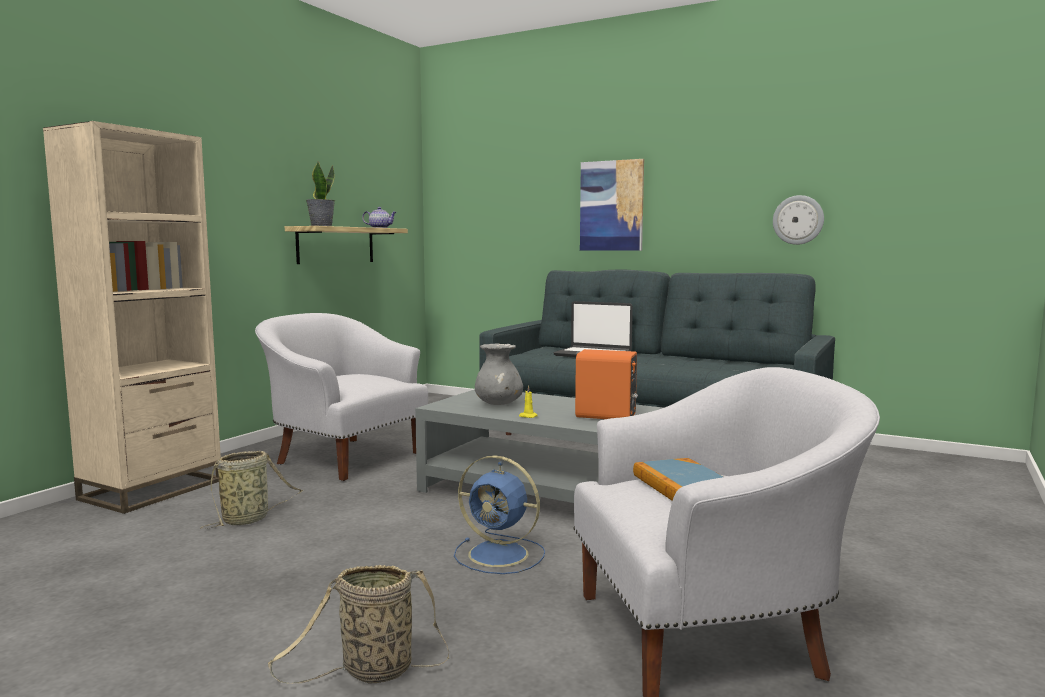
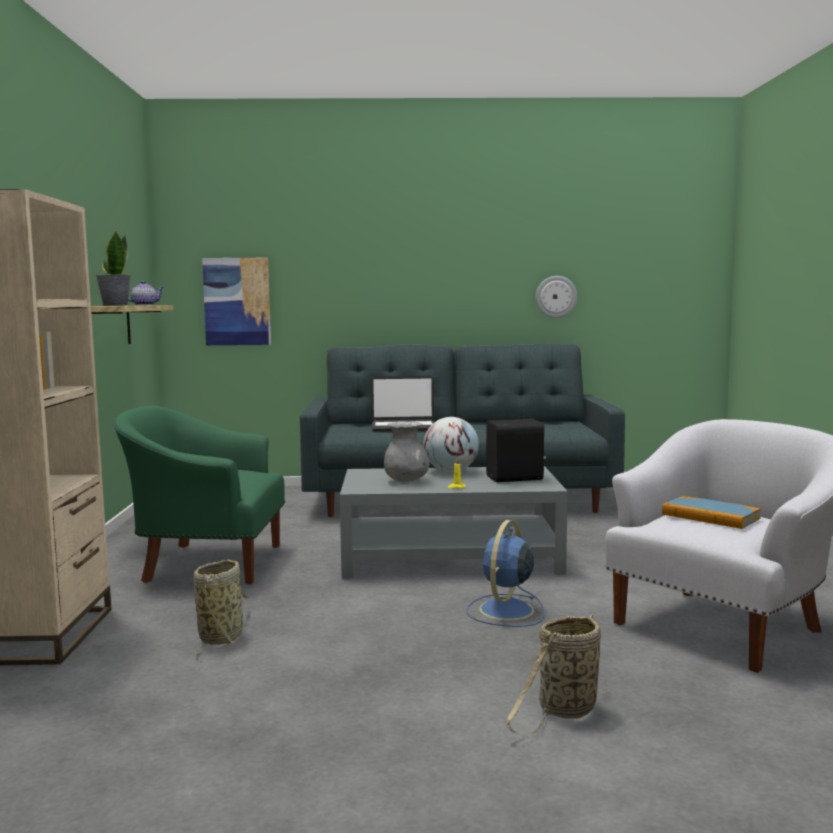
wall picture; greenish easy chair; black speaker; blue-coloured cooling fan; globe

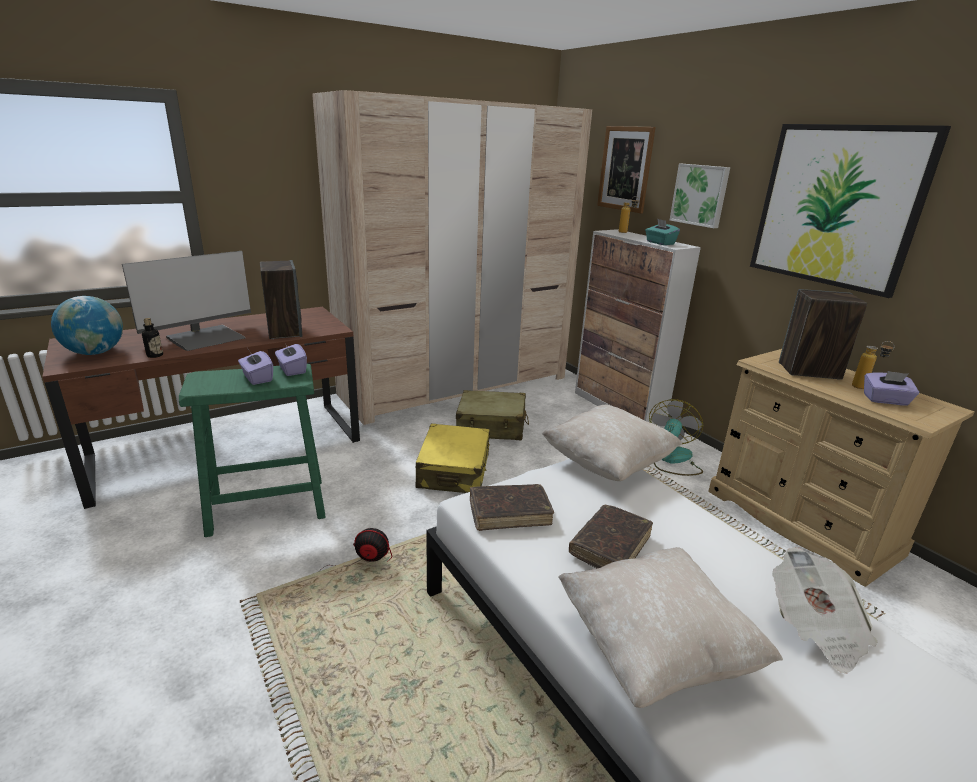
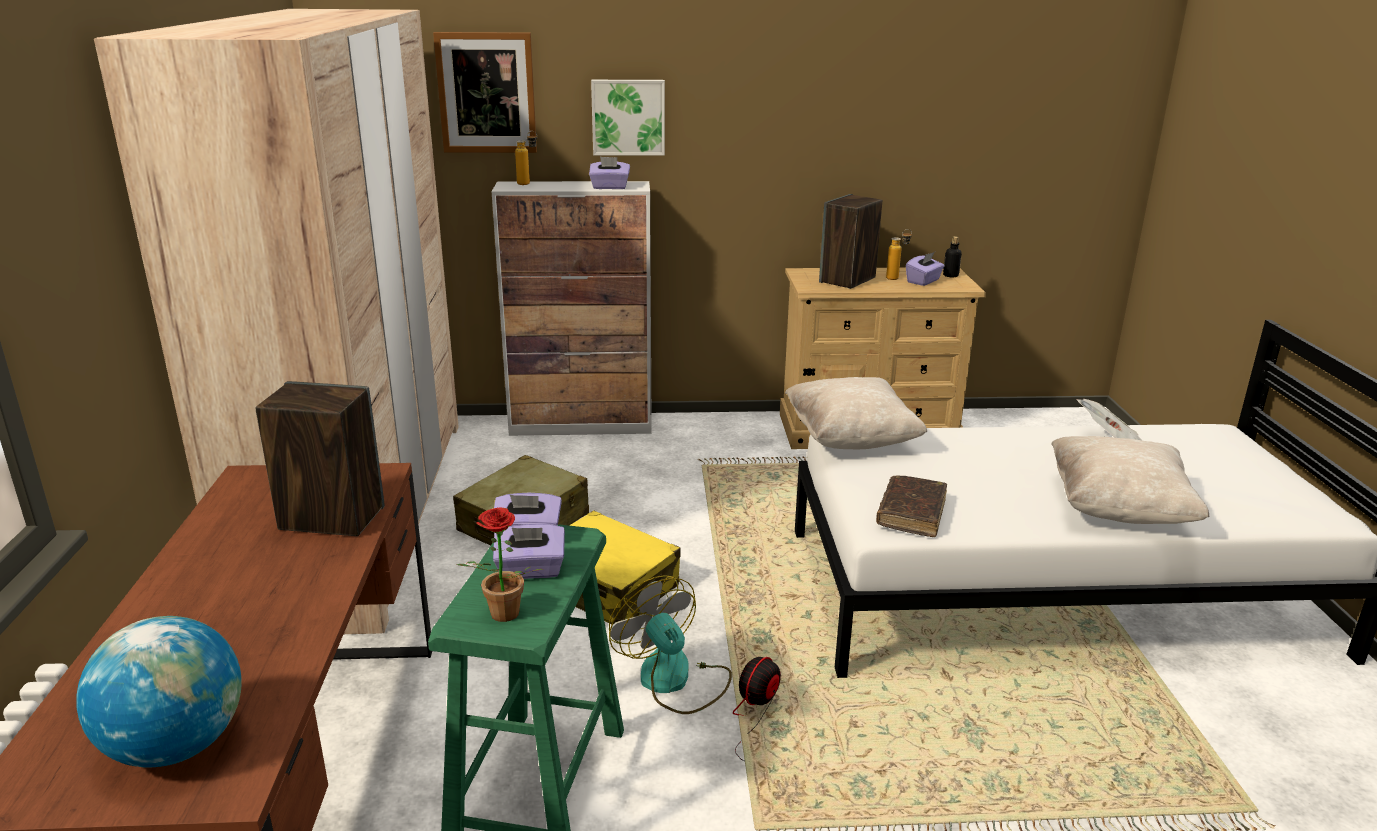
wall picture (no. 3 from left in the first image); purple-coloured tissue holder (no. 3 from left); computer display; drink bottle (no. 3 from left); cooling fan (no. 1 from left); brown-coloured bound book (no. 2 from left in the first image); houseplant

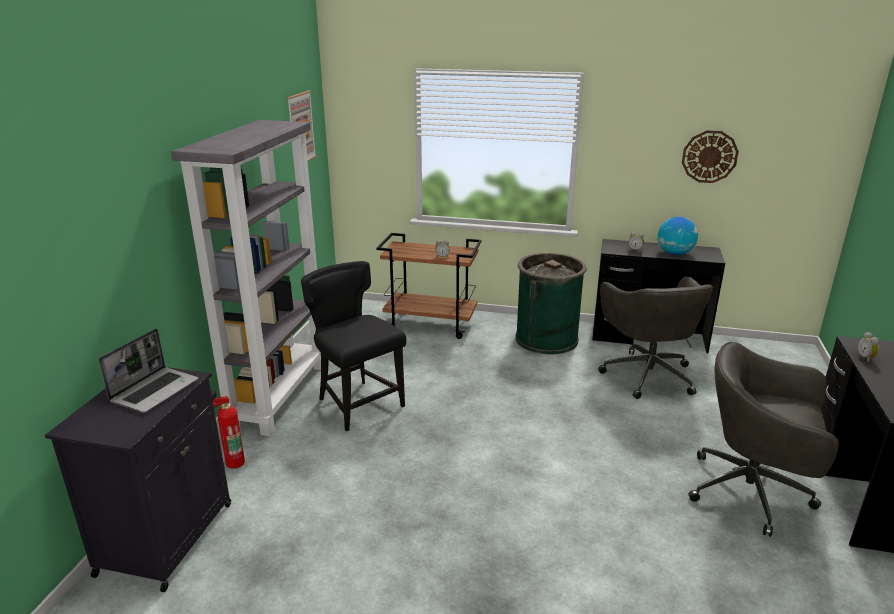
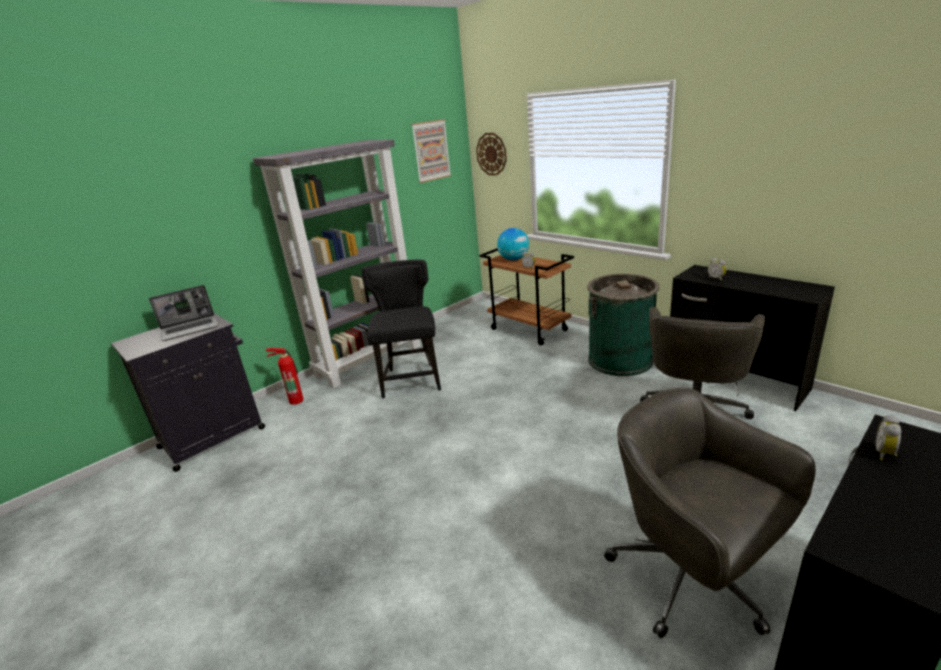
hanging clock; globe

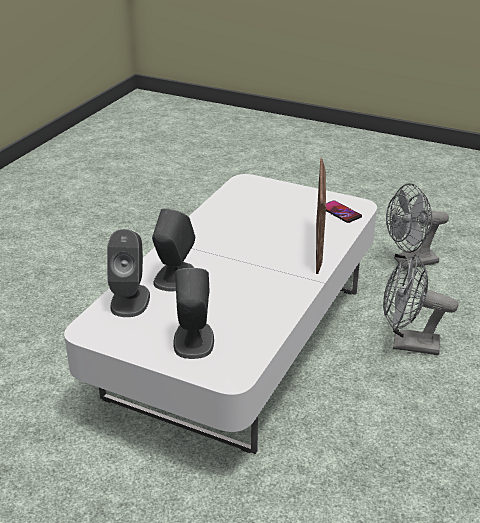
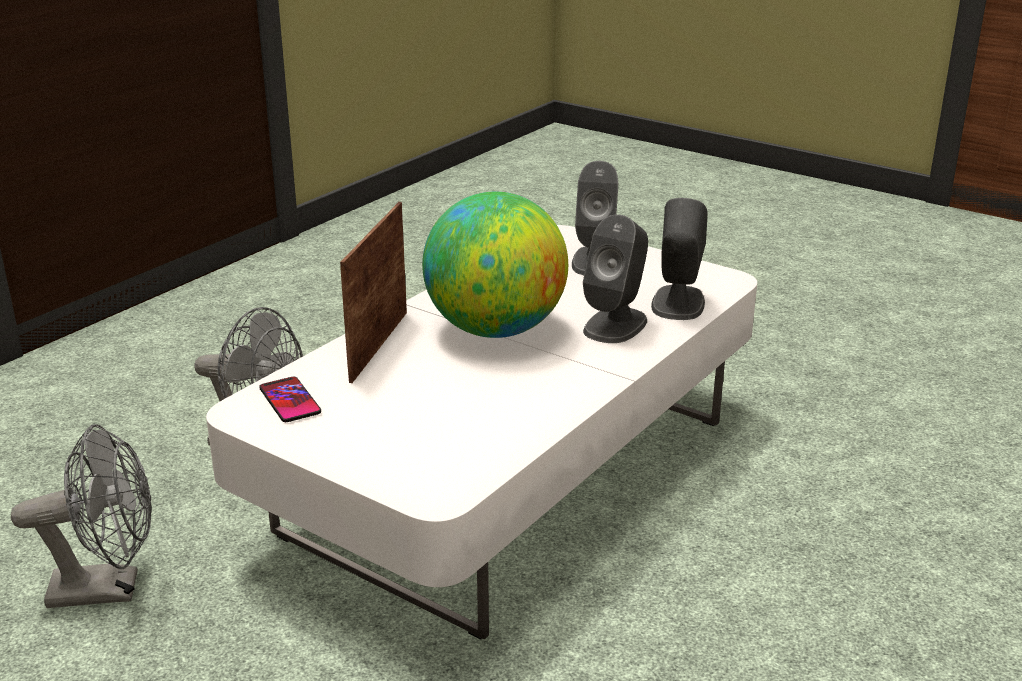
globe

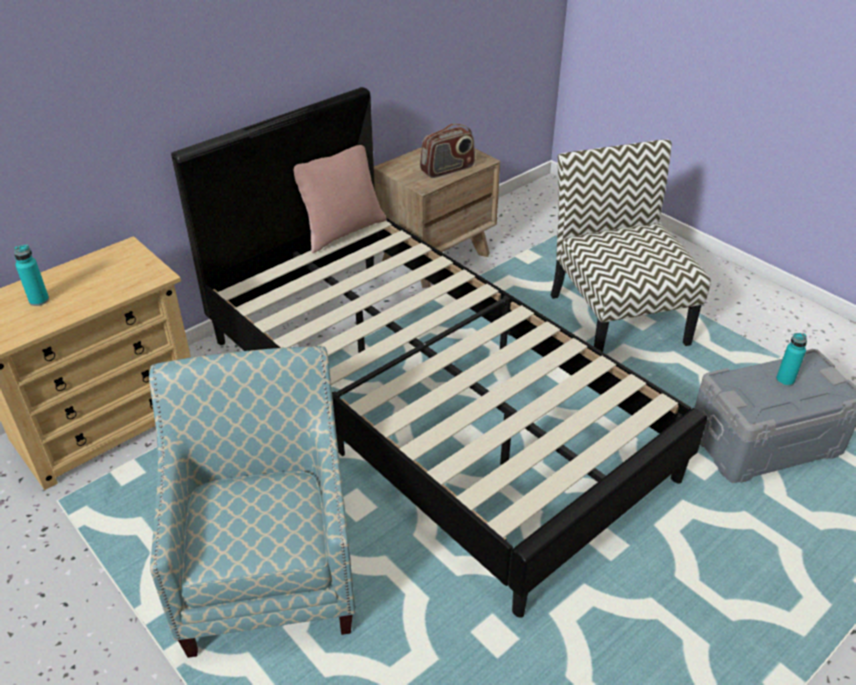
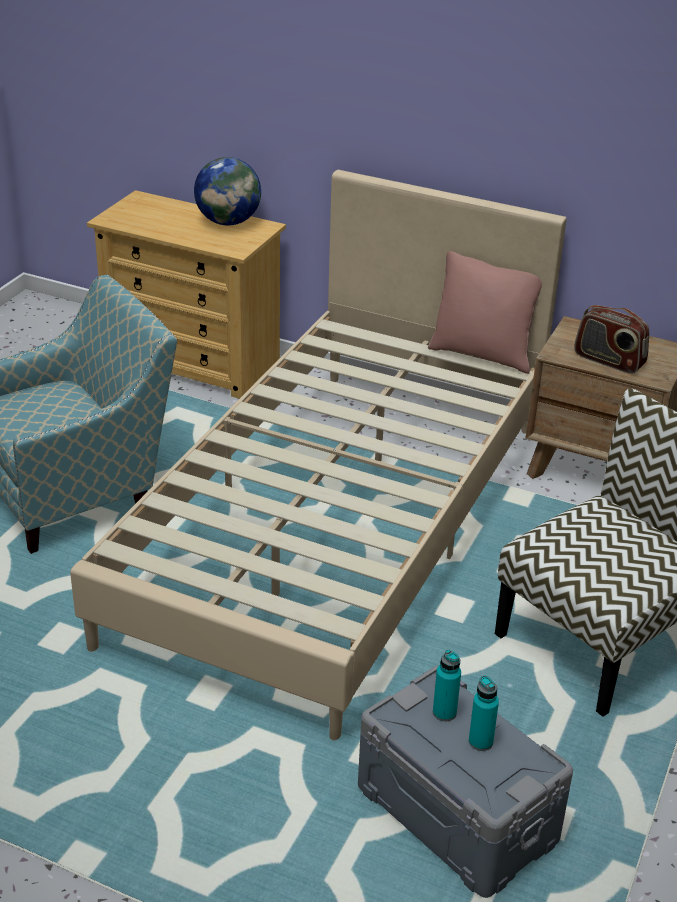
sand-coloured bedroom bed; turquoise-coloured drink bottle (no. 1 from left); globe

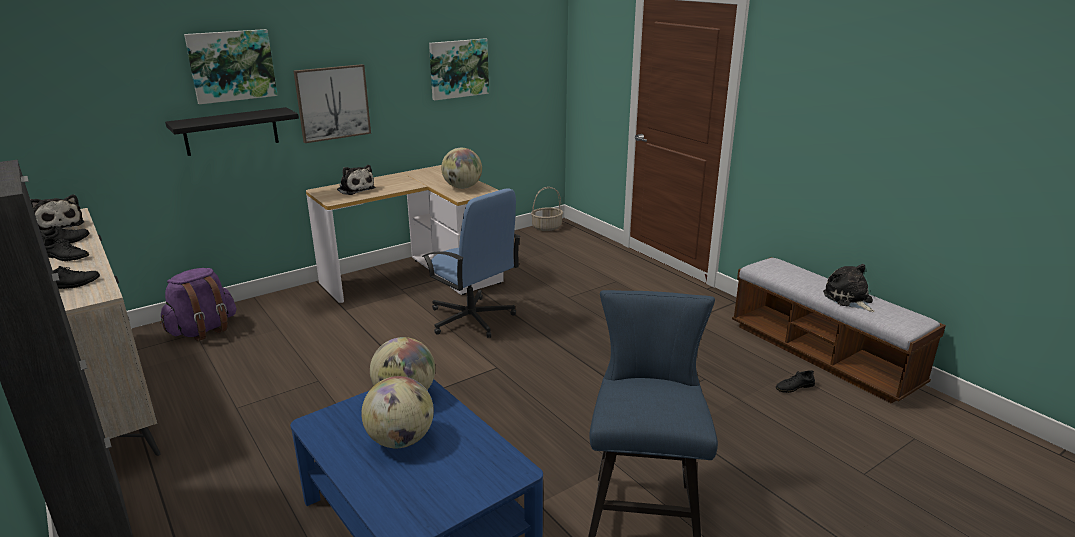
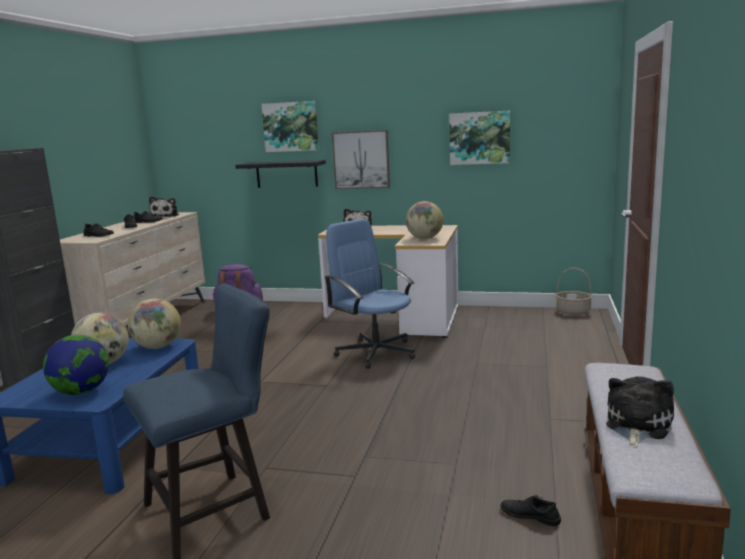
blue-coloured office chair; globe (no. 1 from left)

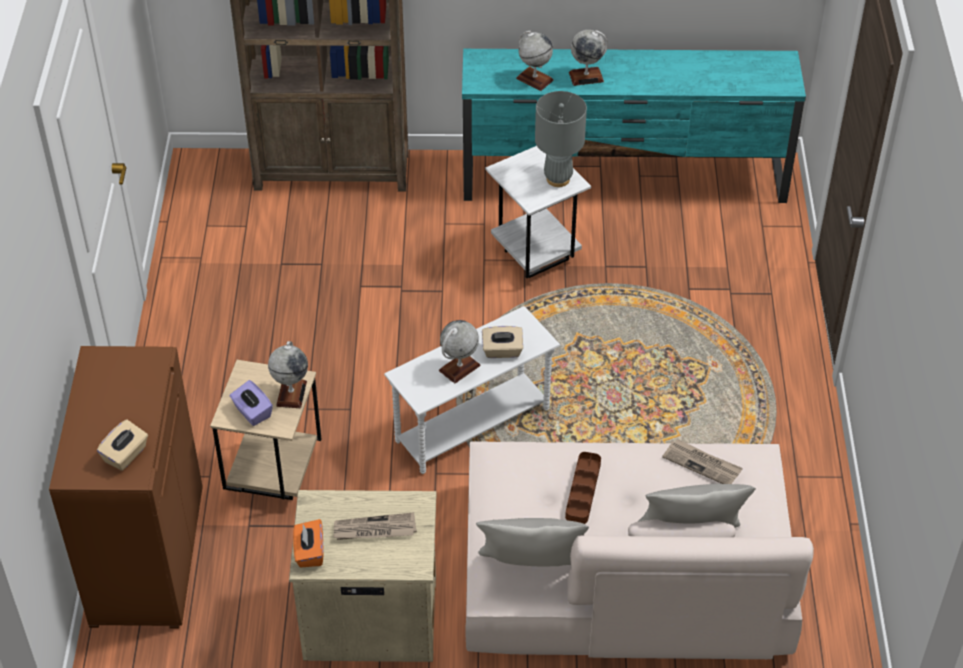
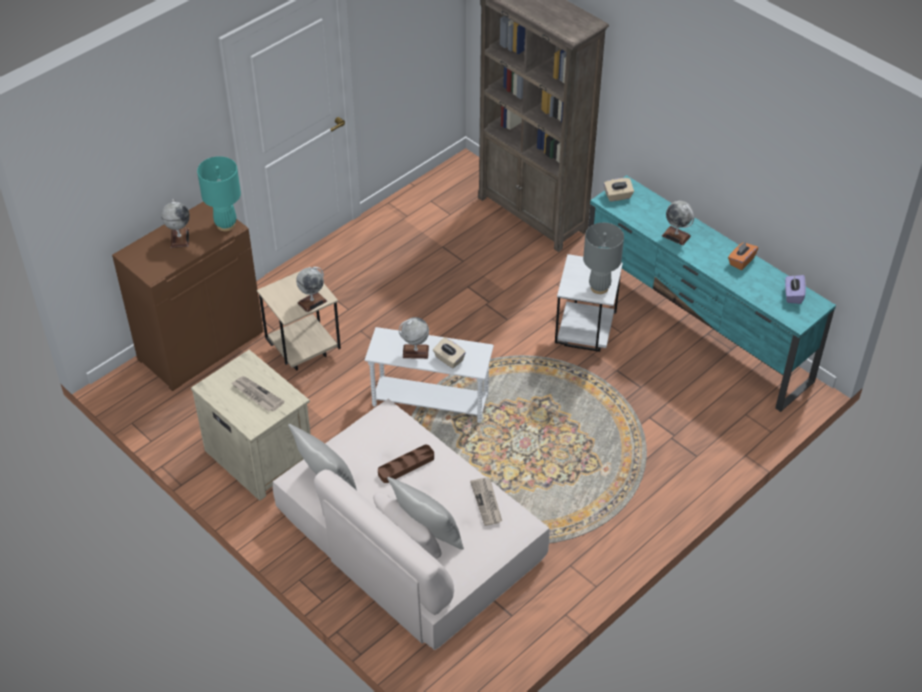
globe (no. 1 from left); purple-coloured tissue holder; sand-coloured tissue holder (no. 2 from left); orange-coloured tissue holder; turquoise-coloured table lamp

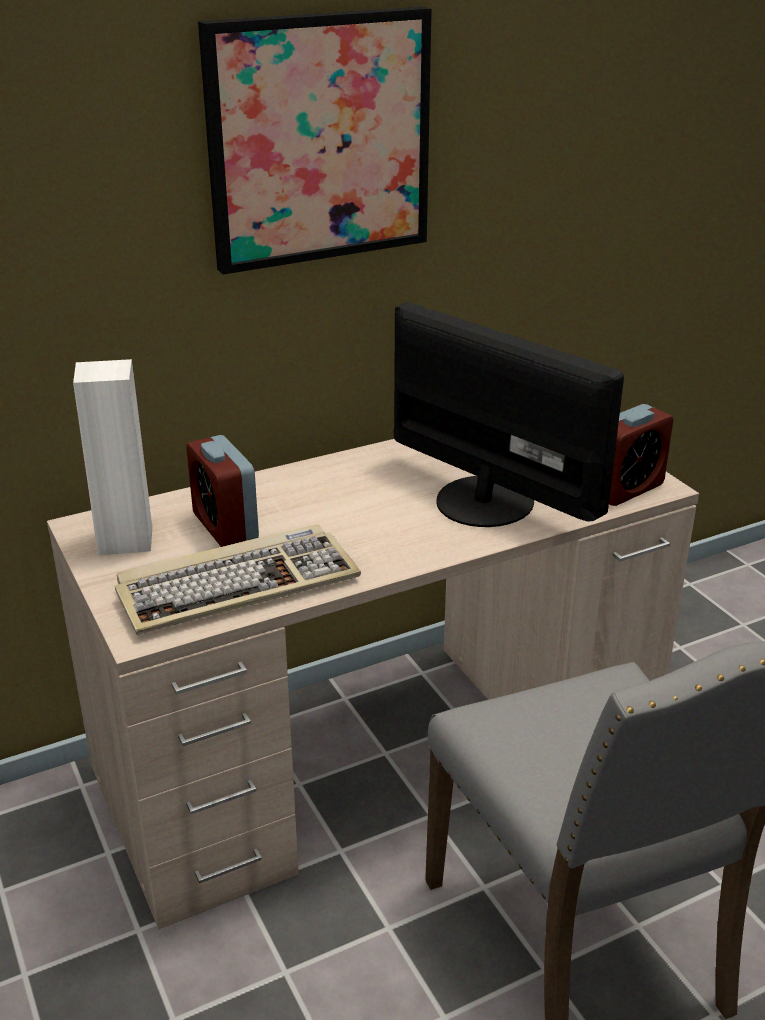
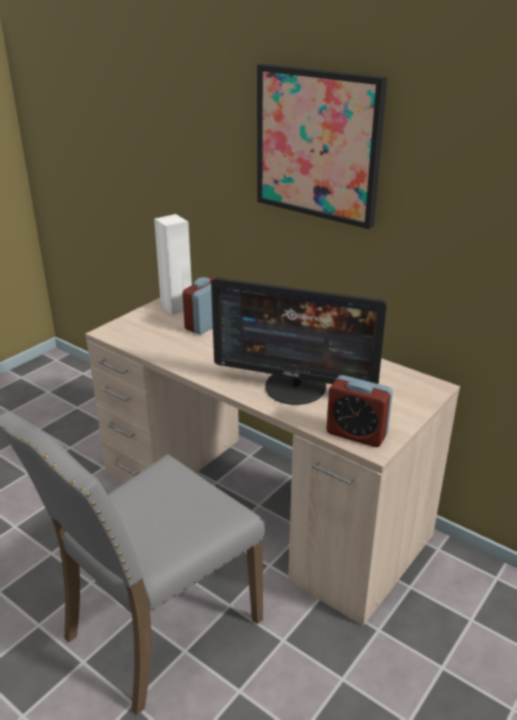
computer display; keyboard

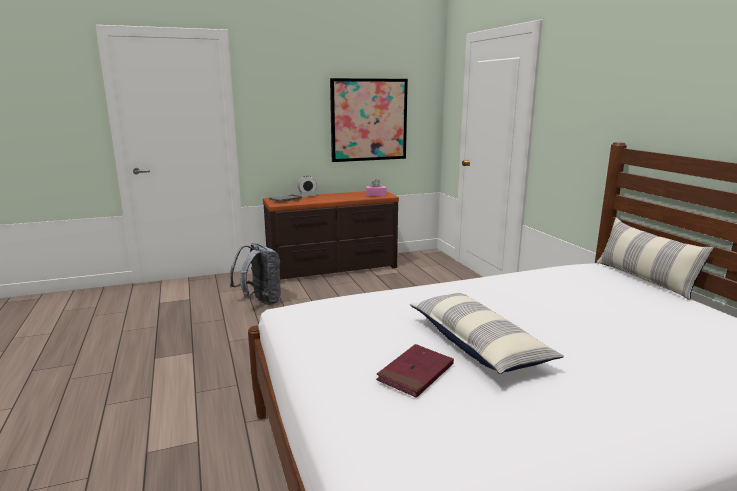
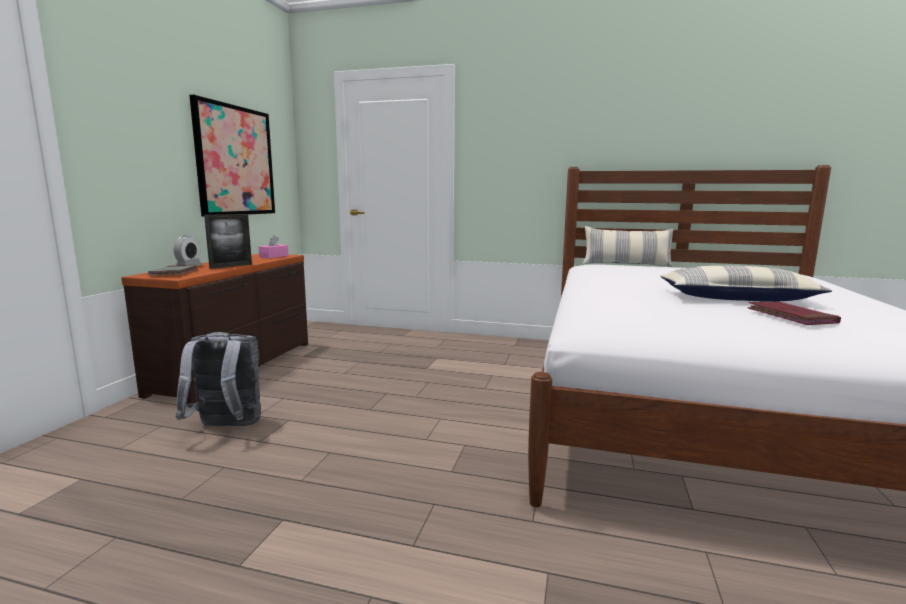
photo frame

